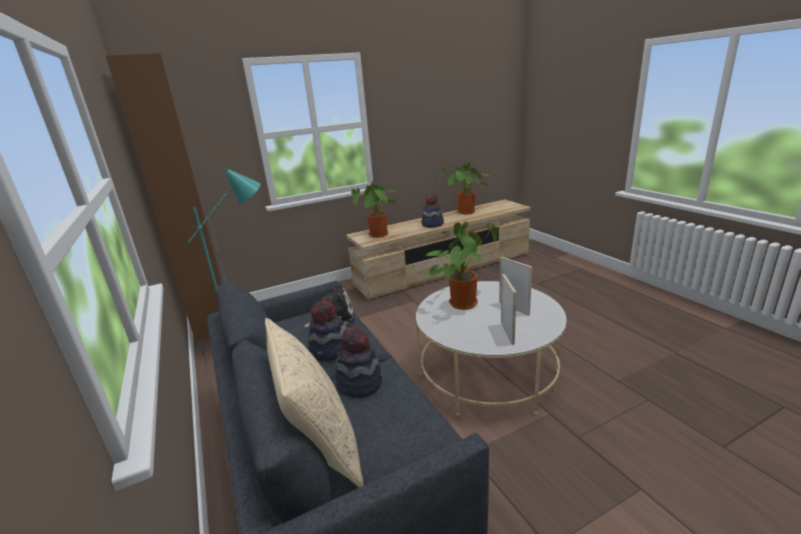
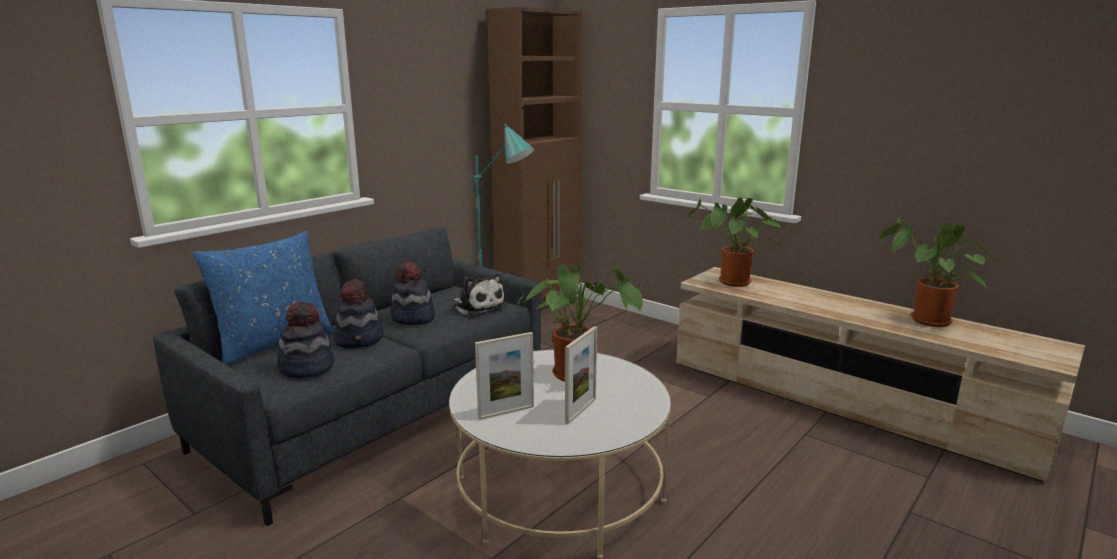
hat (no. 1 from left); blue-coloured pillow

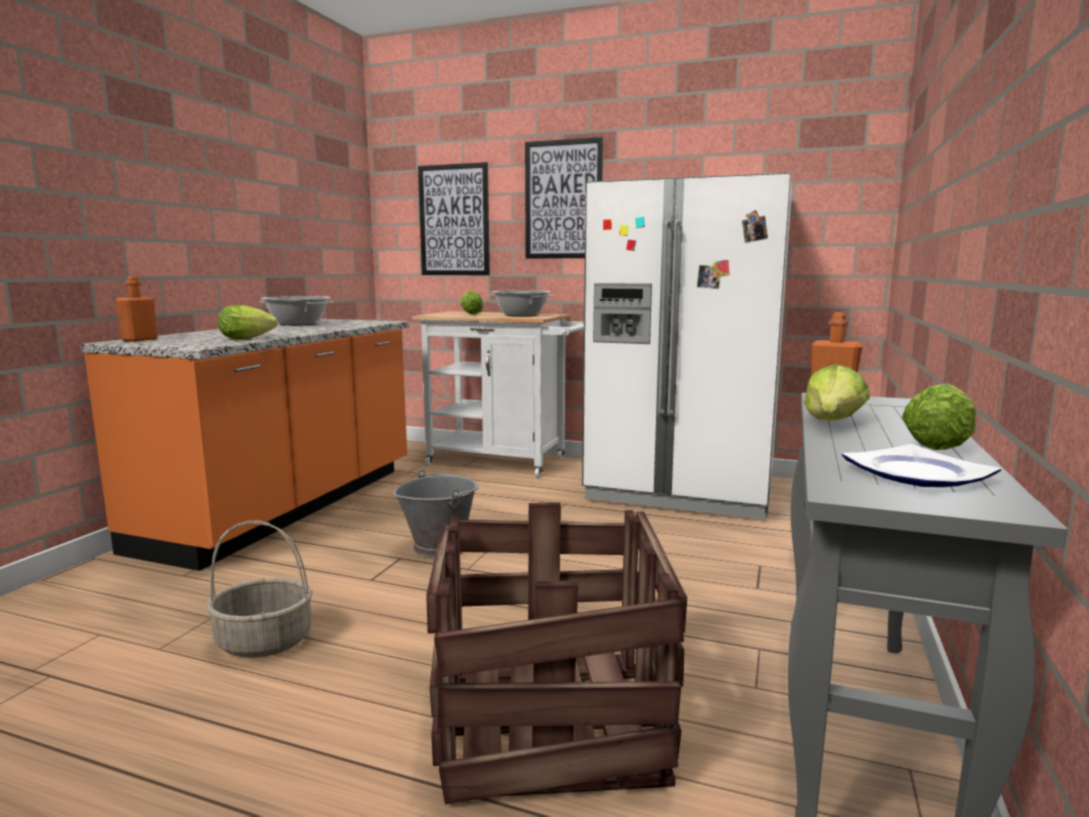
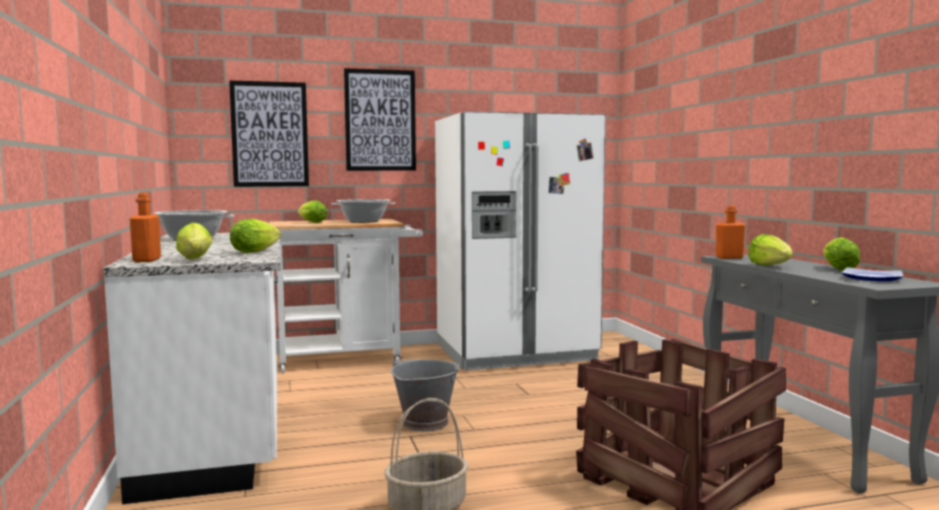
whitish kitchen base unit; head of lettuce (no. 1 from left)

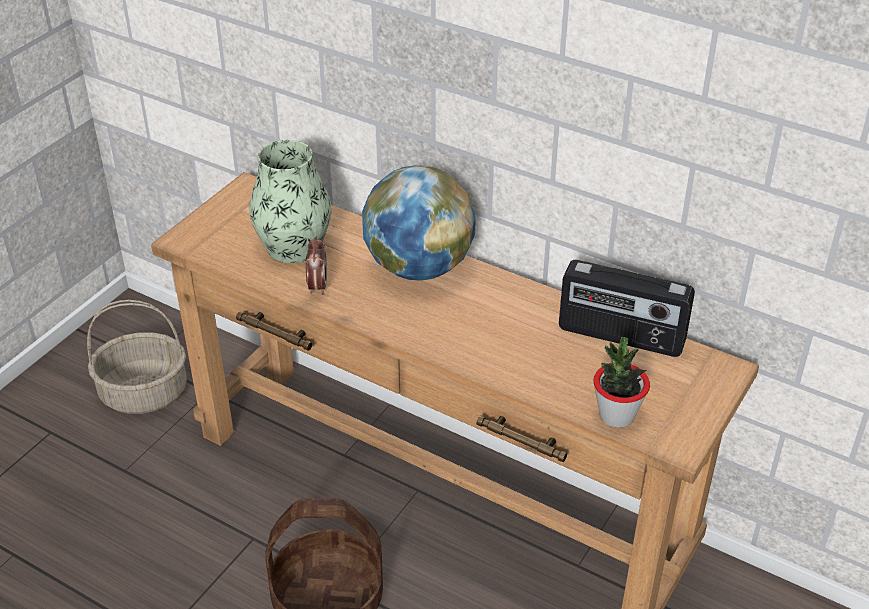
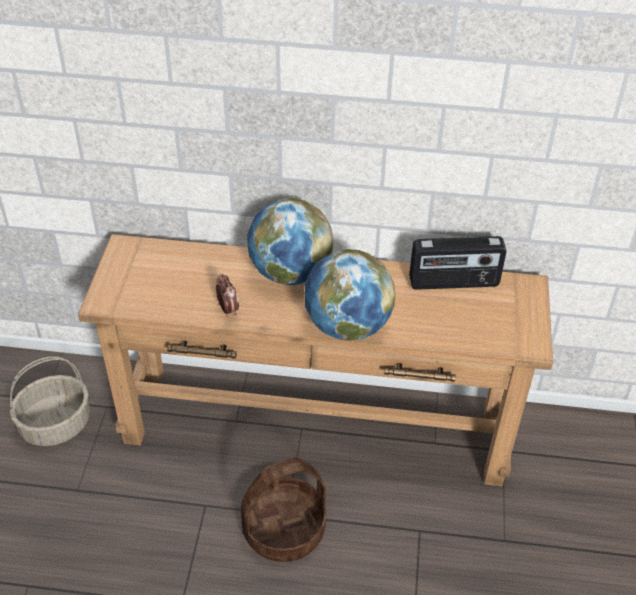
decorative vase; houseplant; globe (no. 2 from left)

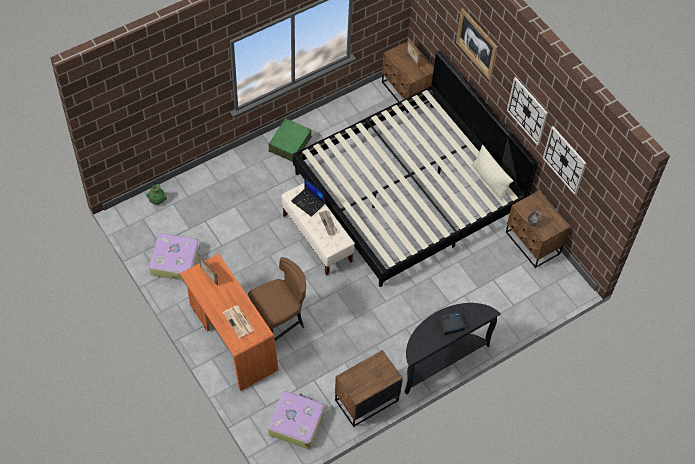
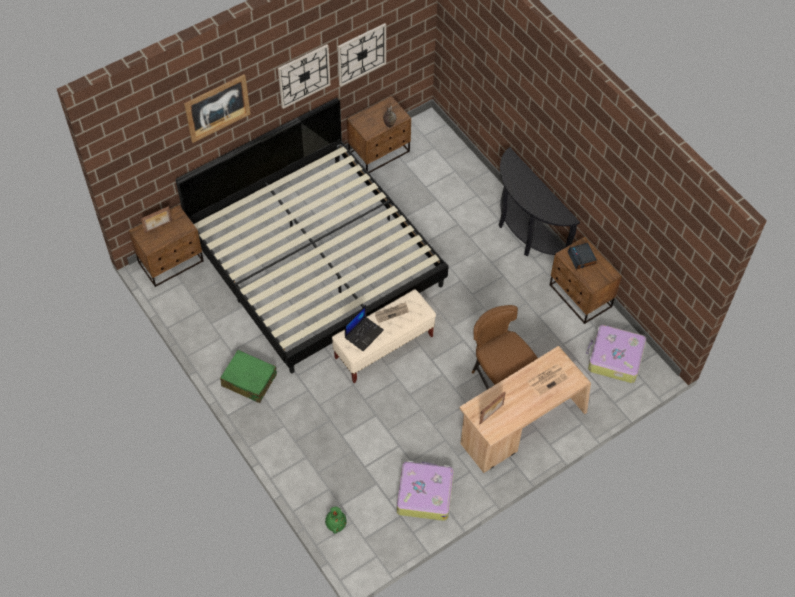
sand-coloured pillow; sand-coloured desk unit; alarm clock

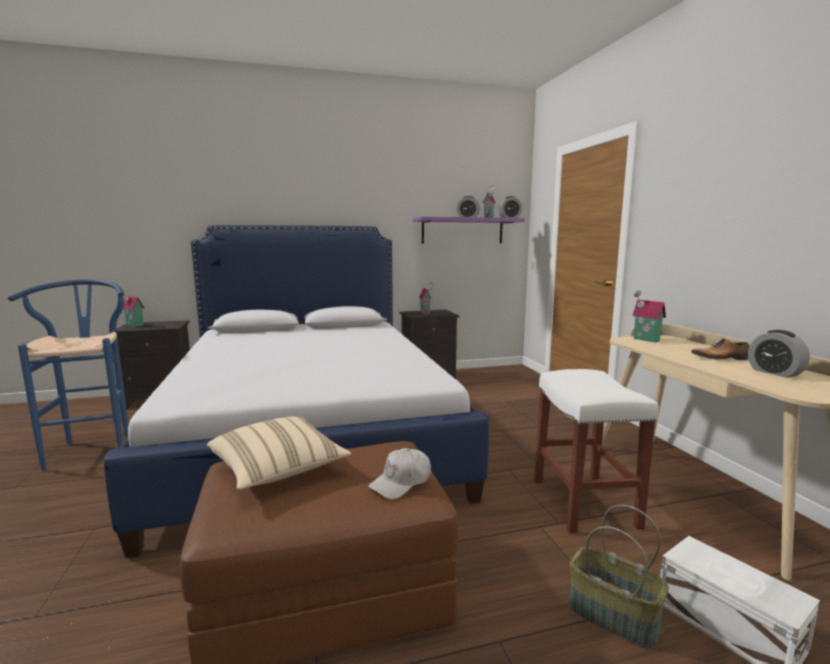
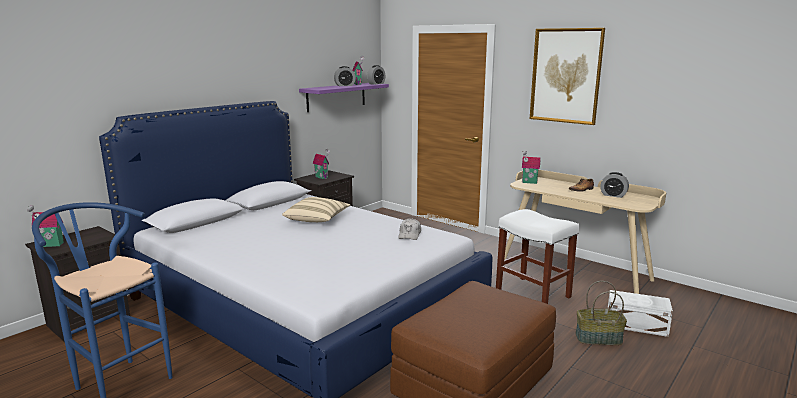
sand-coloured pillow; whitish baseball cap; wall picture

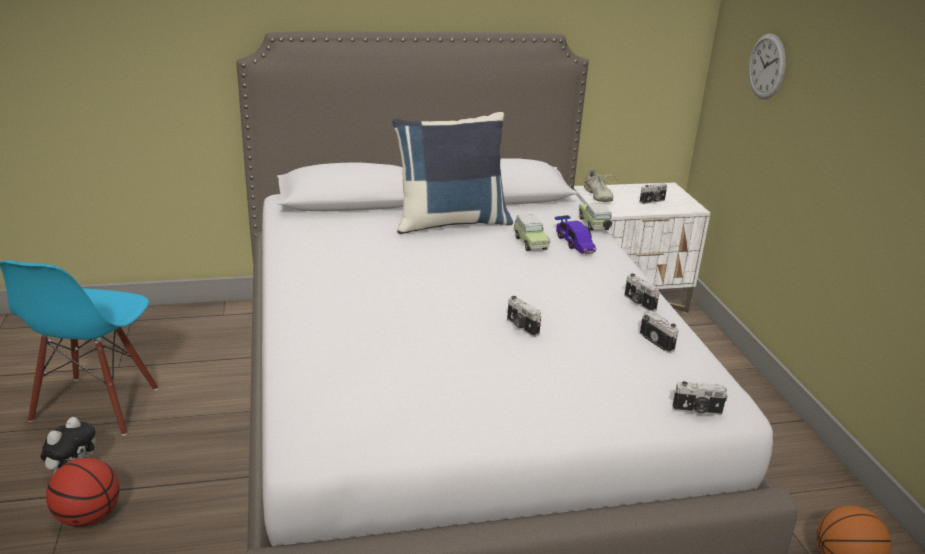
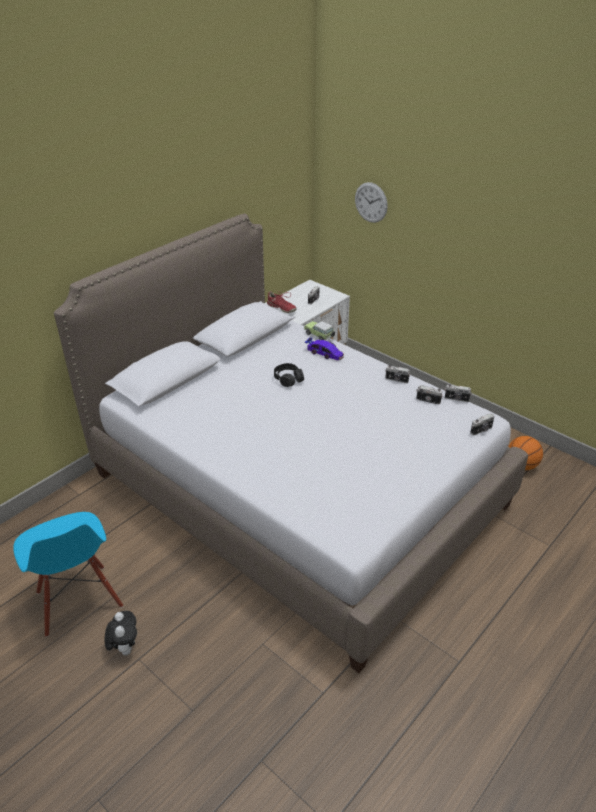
blue-coloured pillow; reddish shoe; toy car (no. 1 from left in the first image); still camera (no. 4 from left); basketball (no. 1 from left in the first image); black headphones

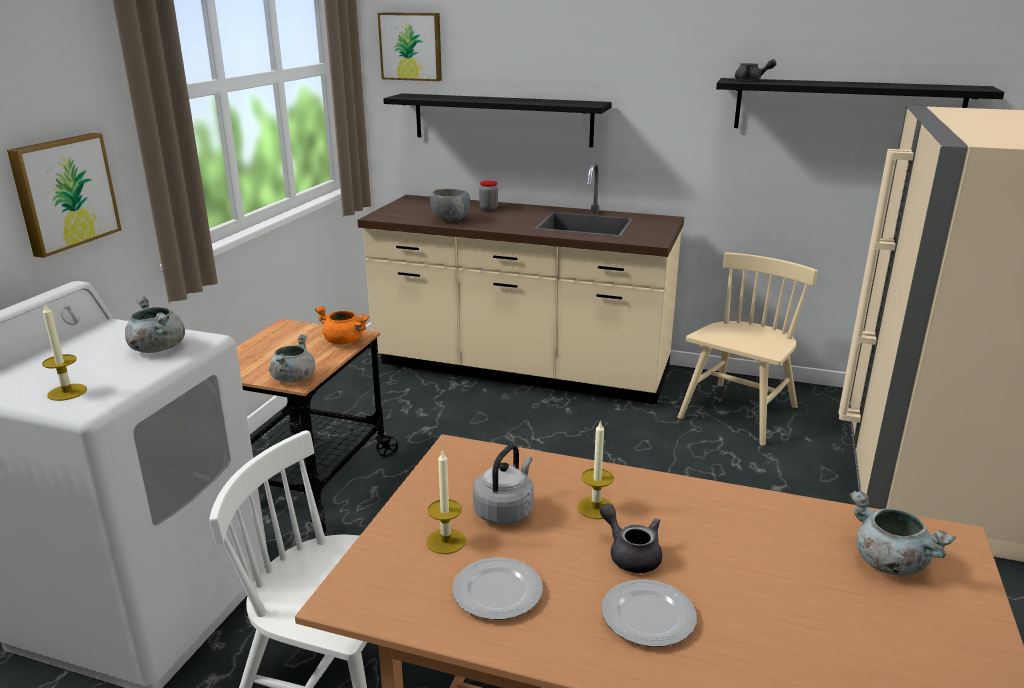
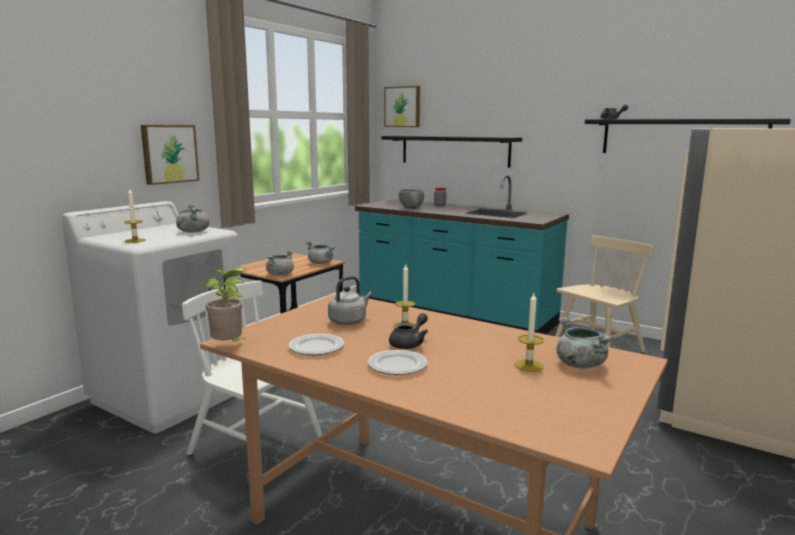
turquoise-coloured kitchen base unit; gray cooking pot (no. 3 from left); wax candle (no. 3 from left); gray tea pot (no. 1 from left); houseplant

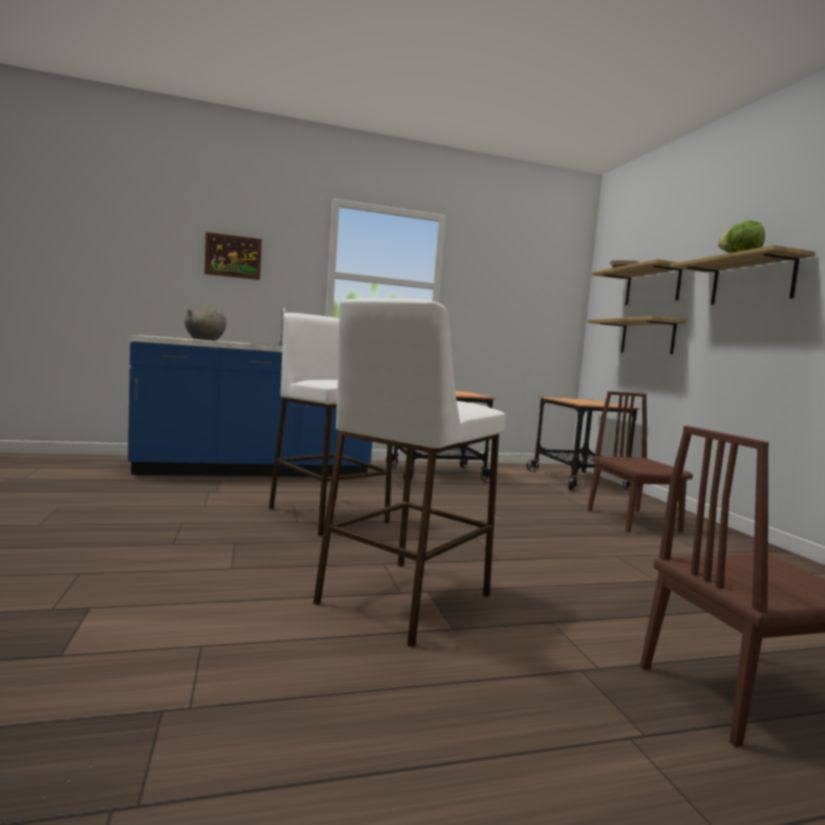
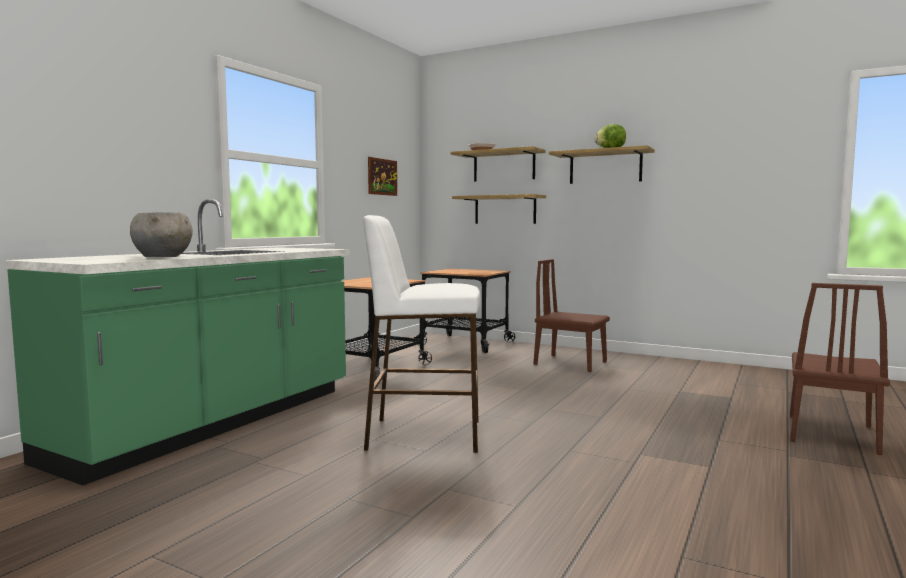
wall picture; whitish sitting stool (no. 2 from left in the first image); greenish kitchen base unit

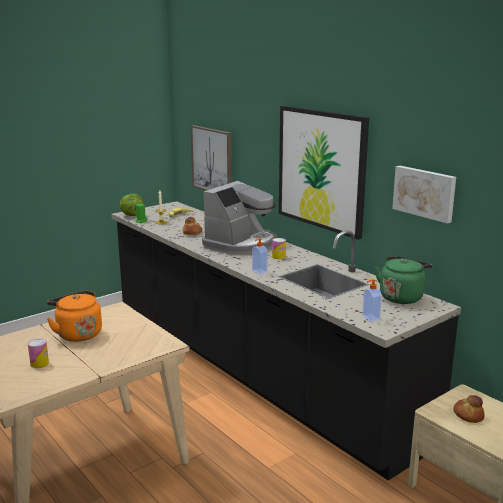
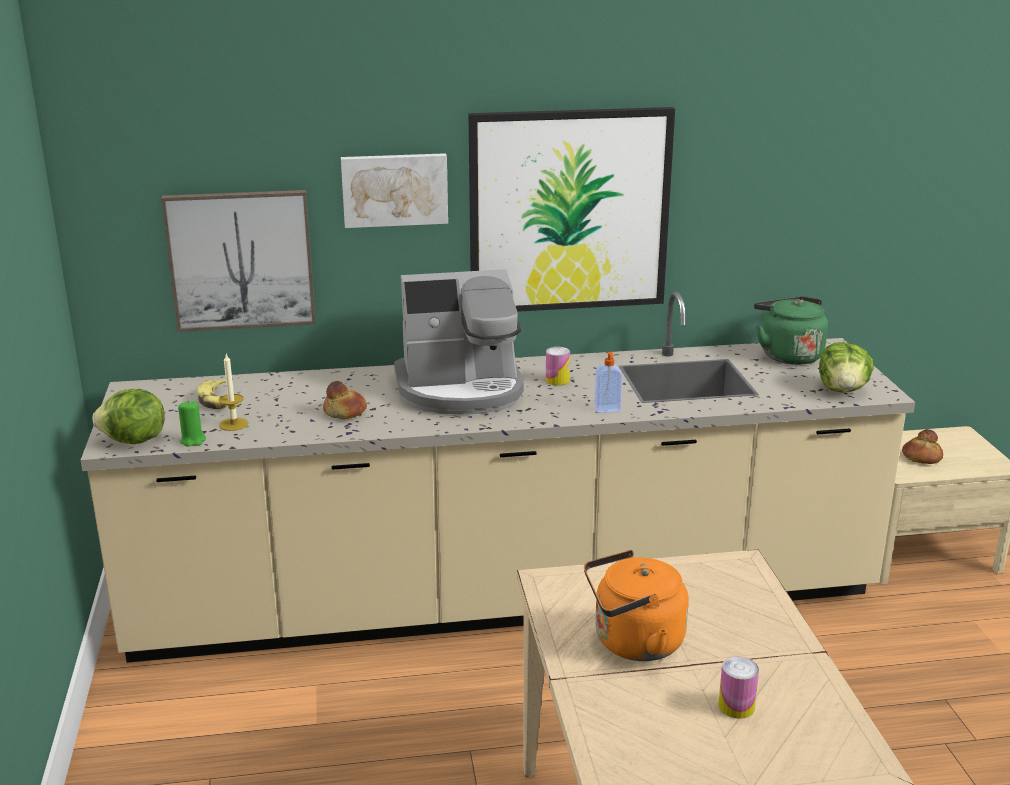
wall picture (no. 2 from left); coffee brewer; sand-coloured kitchen base unit; head of lettuce (no. 2 from left)

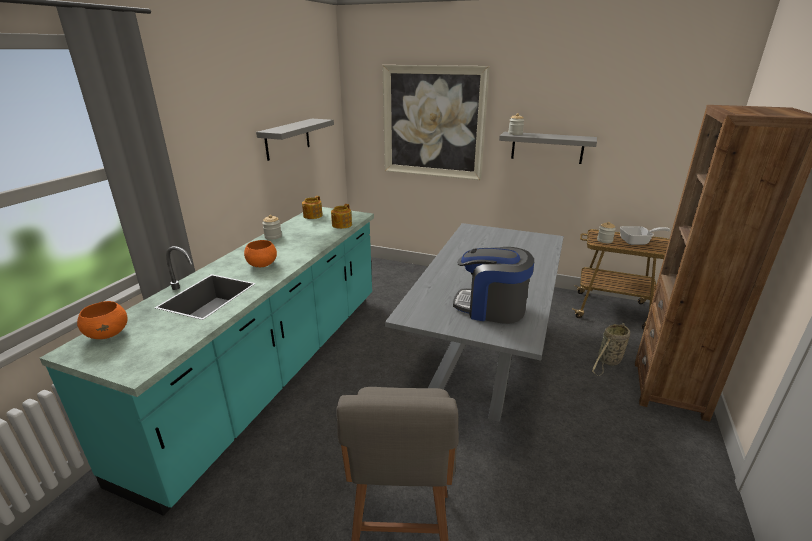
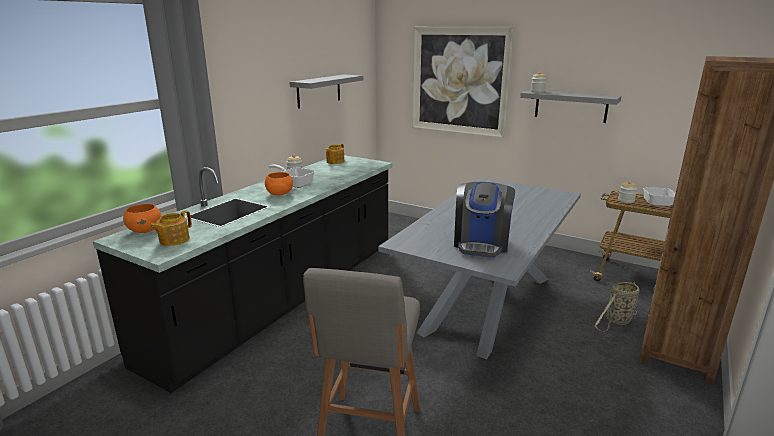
tea pot (no. 1 from left); black kitchen base unit; coffee brewer; frying pan (no. 1 from left)

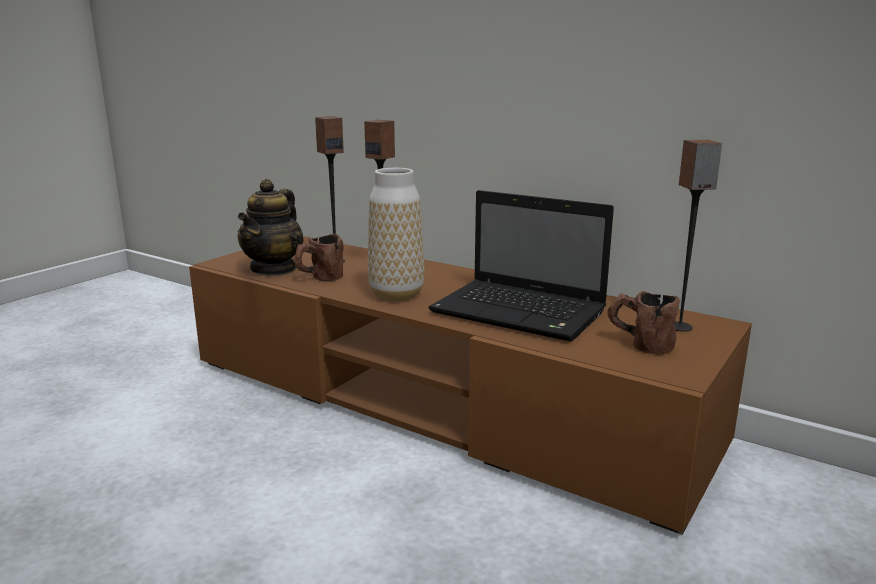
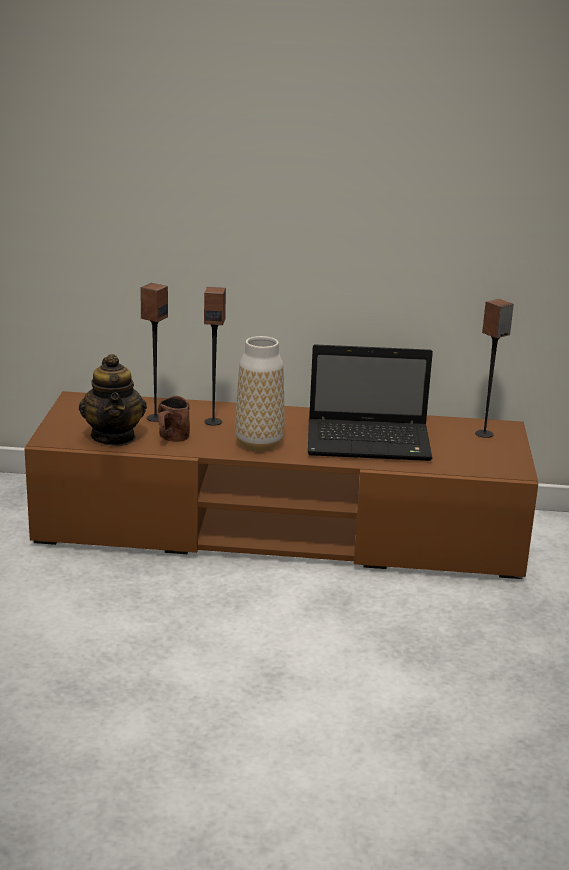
brown-coloured tea mug (no. 2 from left in the first image)

